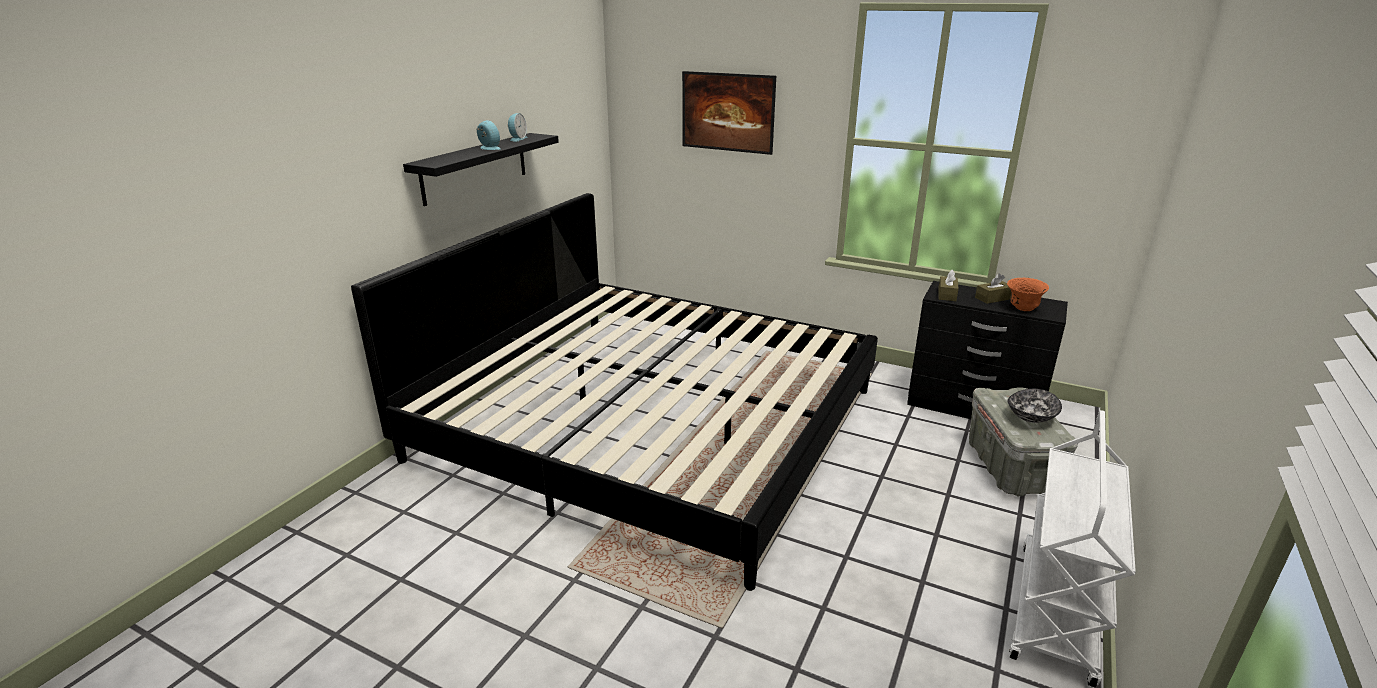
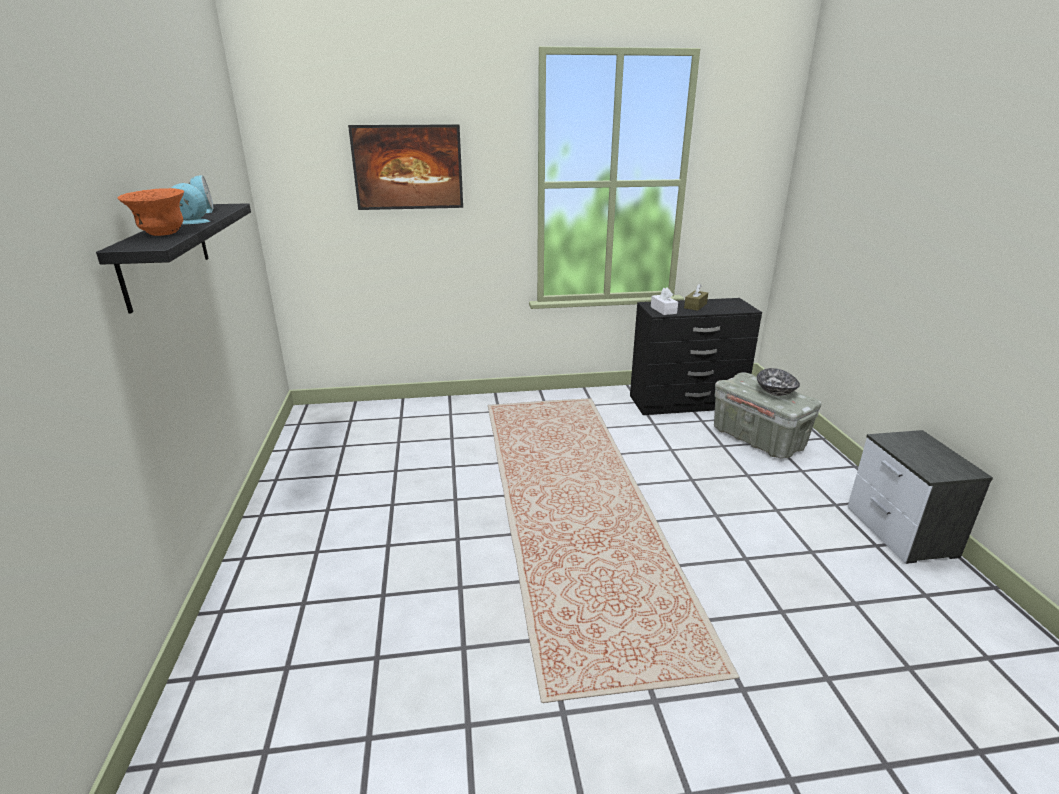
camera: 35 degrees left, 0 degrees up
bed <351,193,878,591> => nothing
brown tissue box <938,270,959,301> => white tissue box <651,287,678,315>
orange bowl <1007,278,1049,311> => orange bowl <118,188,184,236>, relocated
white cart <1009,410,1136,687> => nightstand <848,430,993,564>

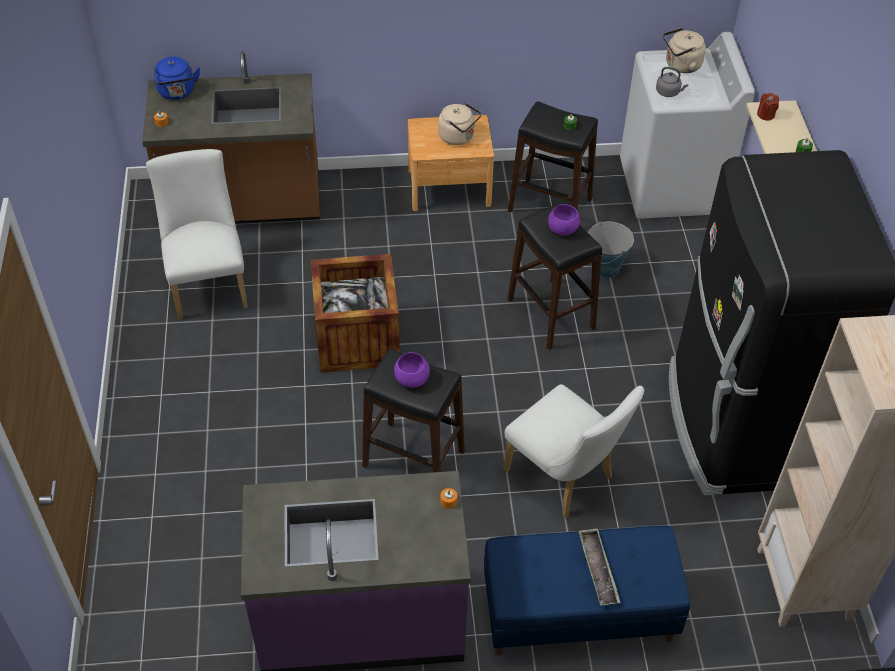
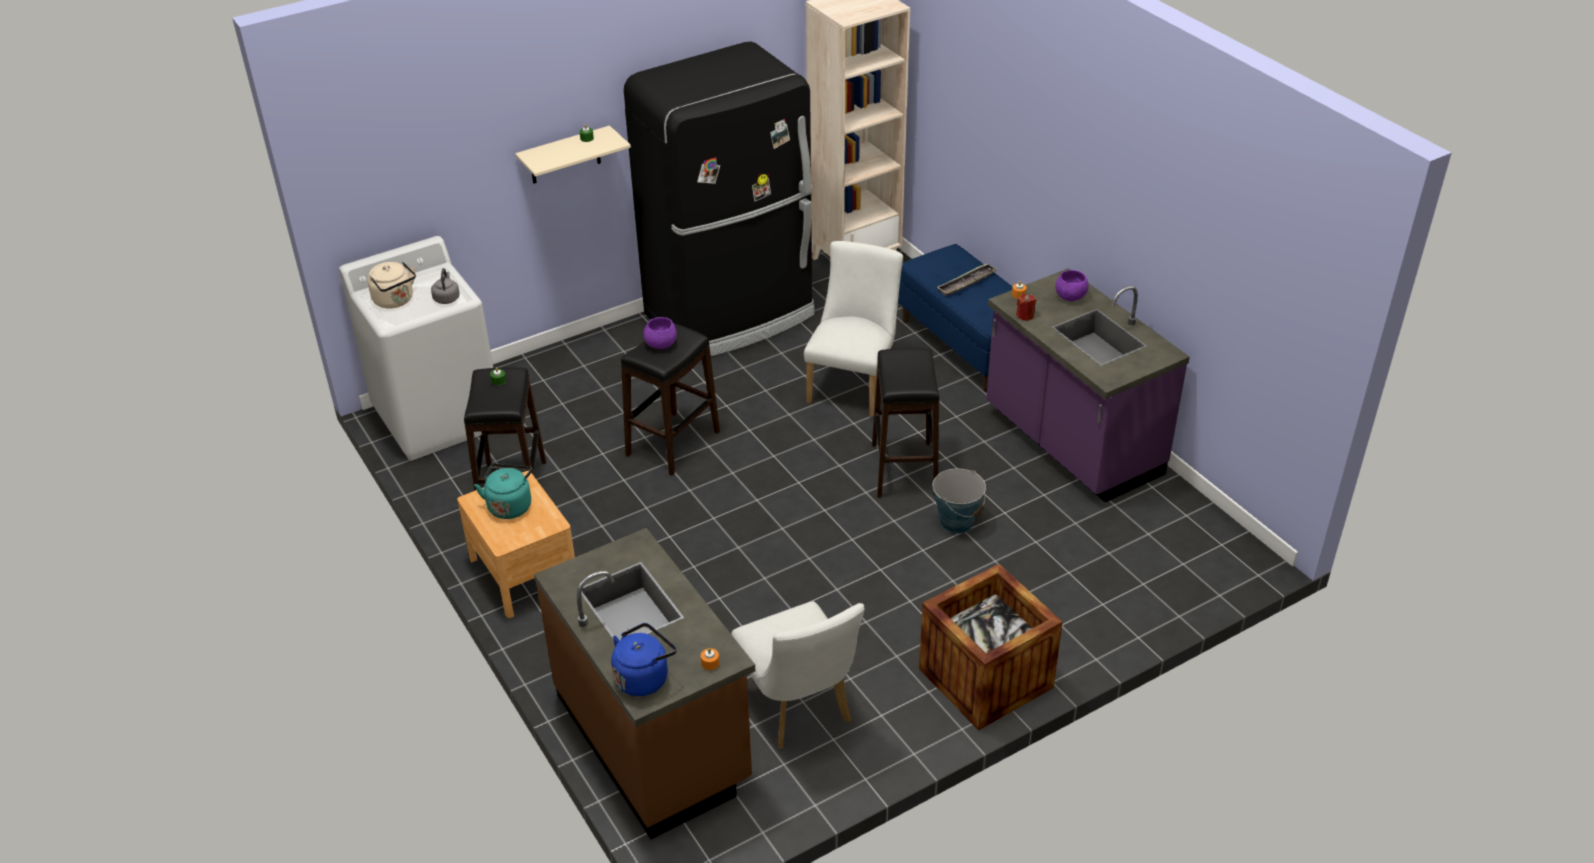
camera: 115 degrees left, 10 degrees down
white chair <146,149,248,319> => white chair <731,601,865,748>, 75 degrees counterclockwise
crate <311,254,400,373> => crate <919,564,1063,731>, relocated
purple bowl <394,352,430,388> => purple bowl <1055,270,1088,301>, relocated
beige kettle <438,103,482,145> => turquoise kettle <474,464,532,519>
bucket <588,221,634,278> => bucket <933,469,986,534>, relocated
red candle <757,93,779,121> => red candle <1016,294,1036,321>, relocated

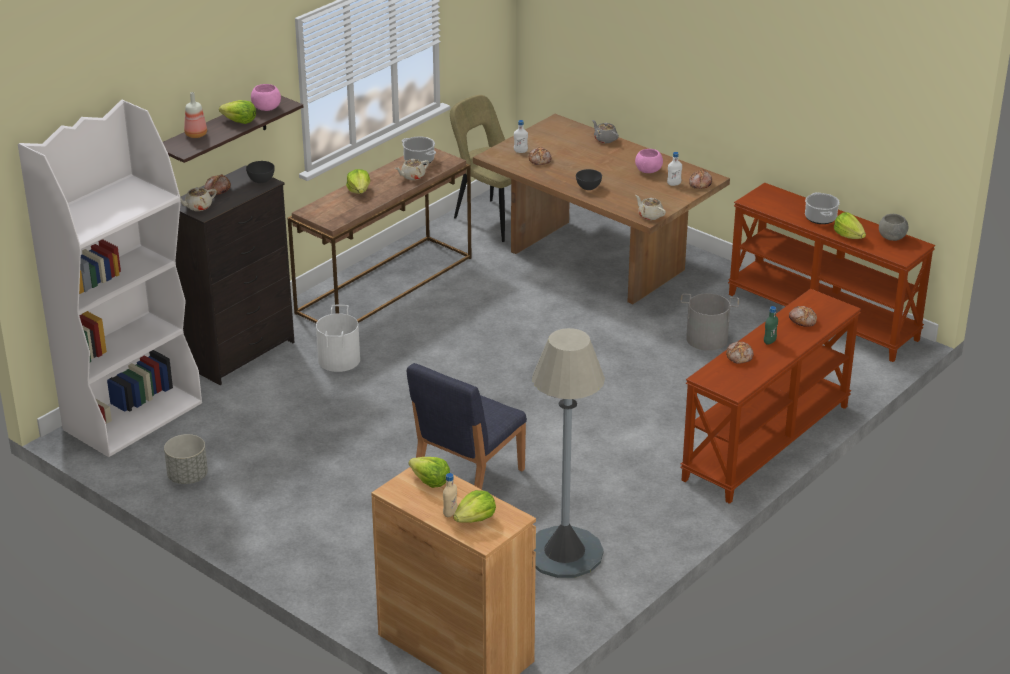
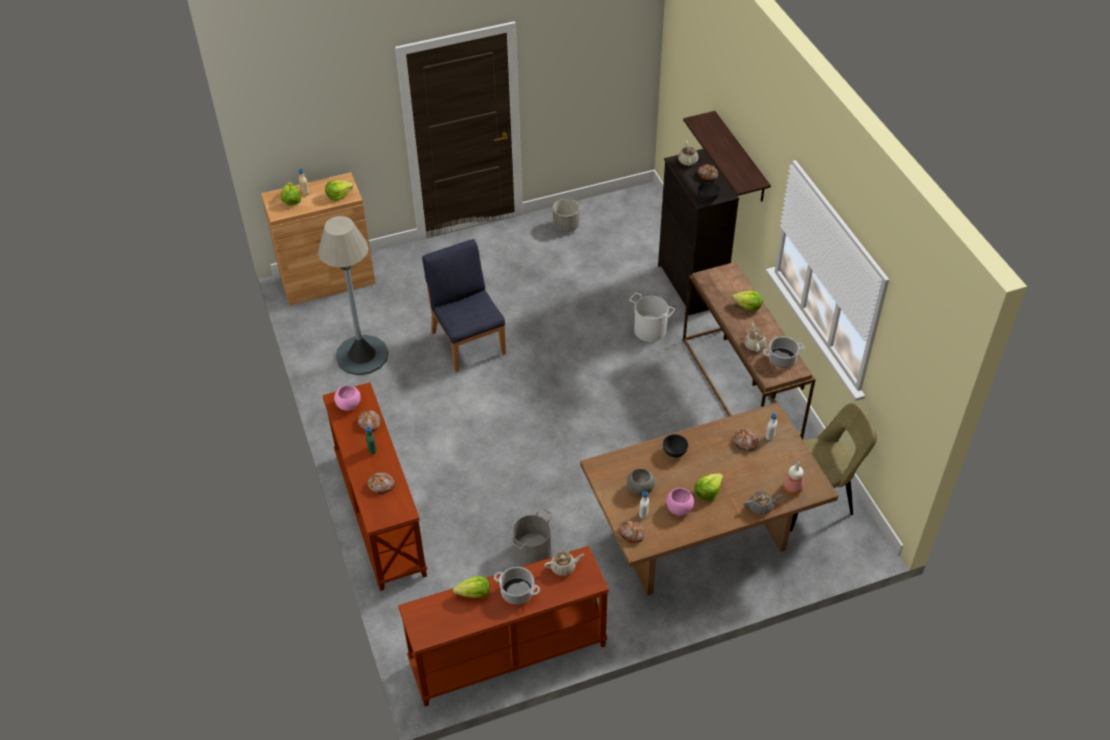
camera: 120 degrees right, 15 degrees up
white bookcase <18,100,202,457> => nothing
bottle <184,92,207,138> => bottle <783,462,804,495>, relocated
lettuce <219,100,256,124> => lettuce <694,473,723,501>, relocated
pink bowl <251,84,281,111> => pink bowl <334,385,361,411>, relocated
beige teapot <635,195,666,220> => beige teapot <544,551,584,576>, relocated
grey bowl <879,214,908,241> => grey bowl <627,468,655,495>, relocated

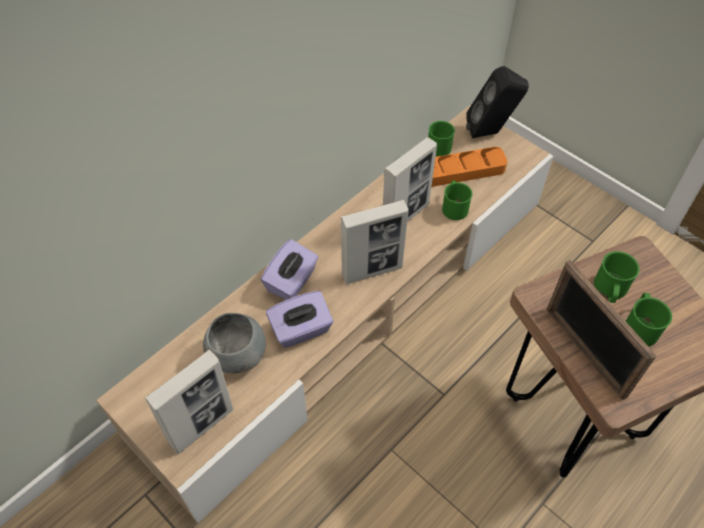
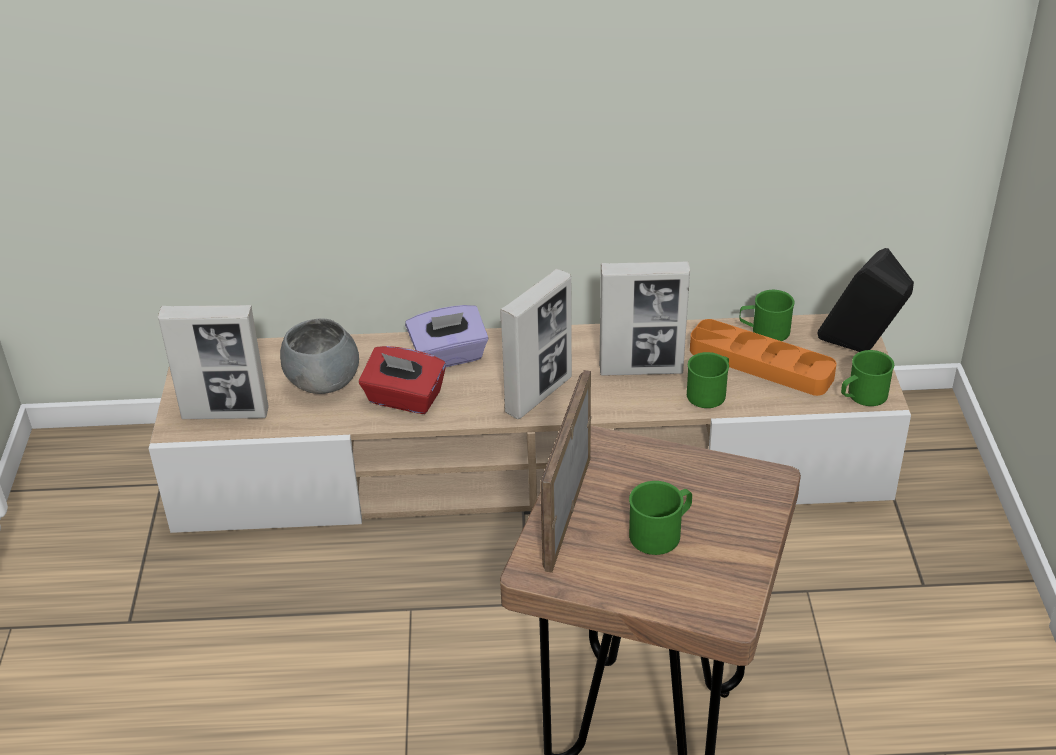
camera: 45 degrees right, 15 degrees down
purple tissue box <266,291,333,348> => red tissue box <359,346,446,414>
picture frame <341,200,409,284> => picture frame <500,269,572,419>, 75 degrees counterclockwise
green mug <594,251,639,303> => green mug <841,350,894,406>, relocated

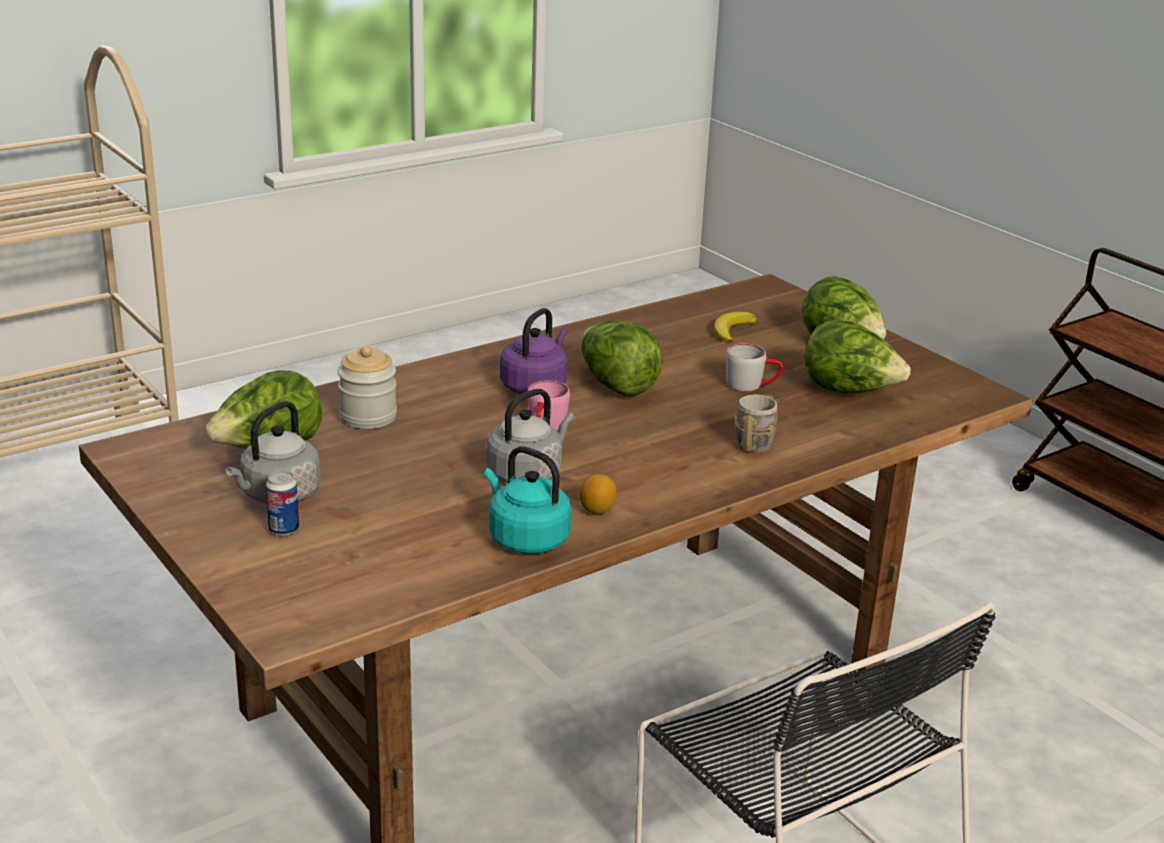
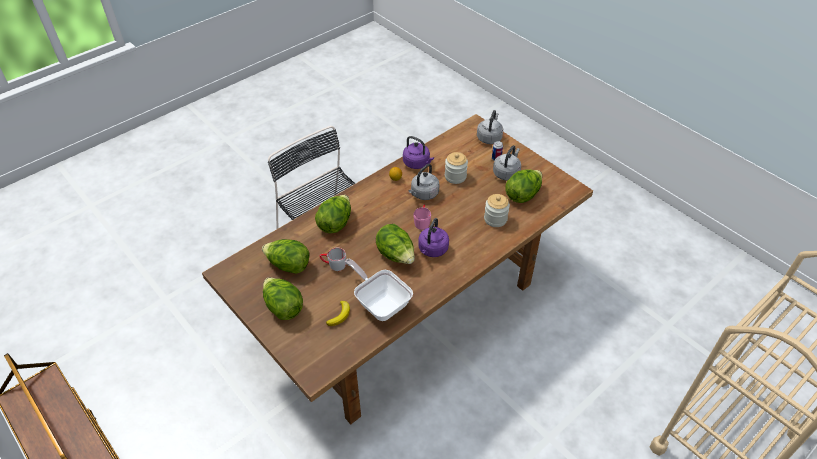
camera: 175 degrees right, 20 degrees up
turquoise kettle <485,446,572,554> => purple kettle <403,136,434,169>
grey mug <734,394,778,453> => lettuce <315,195,351,233>
nothing => frying pan <345,259,413,321>
nothing => jar <445,152,468,184>
nothing => grey kettle <477,110,503,144>

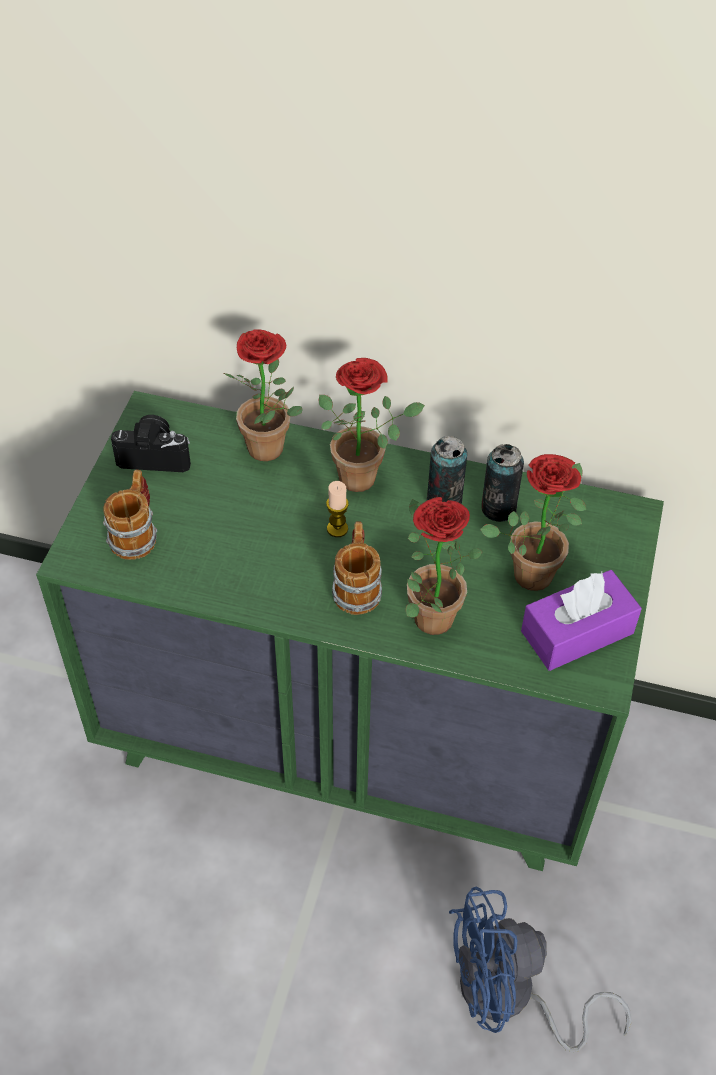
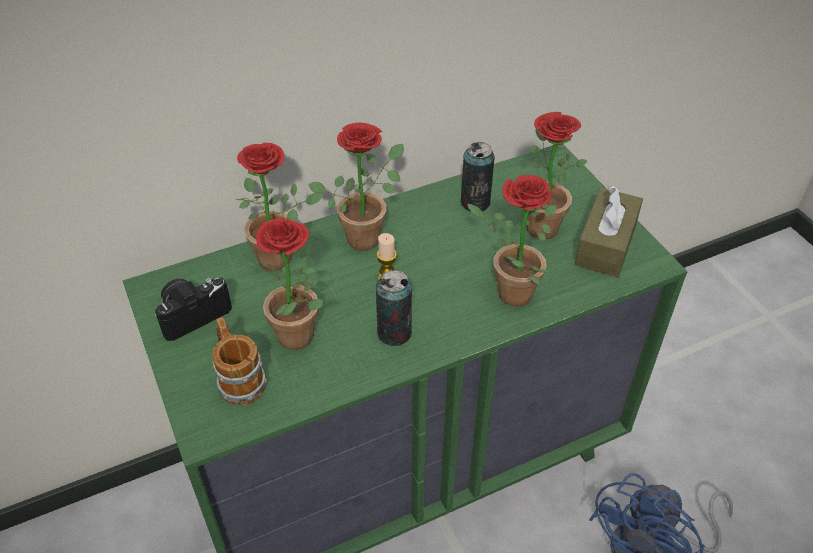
camera: 40 degrees left, 5 degrees down
mug <332,522,382,615> => nothing
can <426,436,467,504> => can <376,270,412,346>, relocated
purple tissue box <521,570,642,671> => brown tissue box <574,186,643,277>
nothing => potted plant <246,218,323,350>

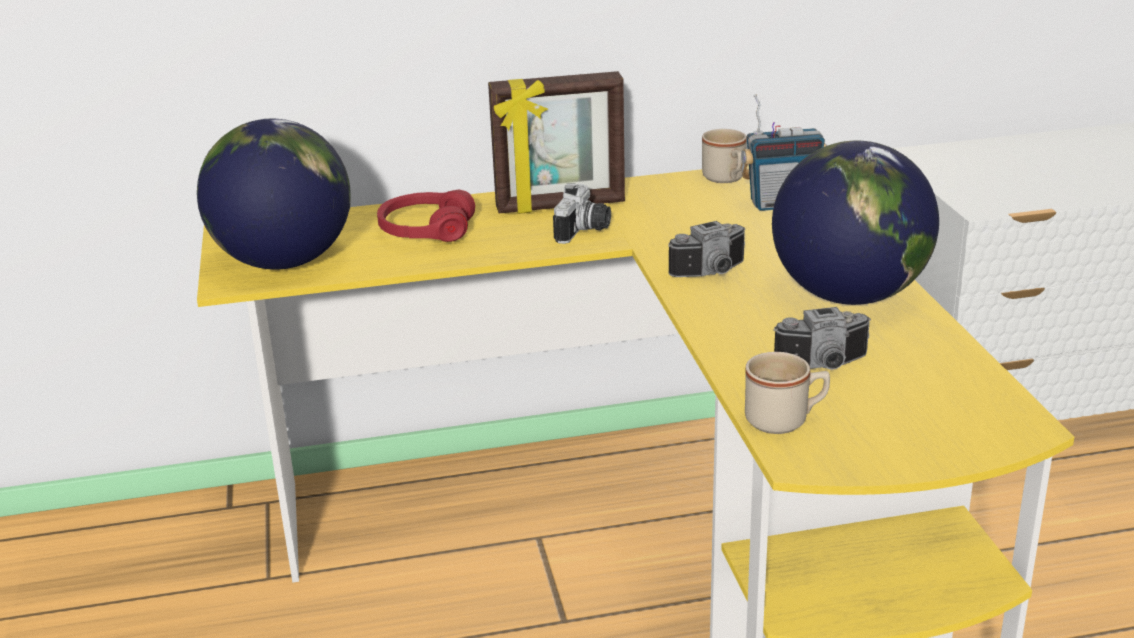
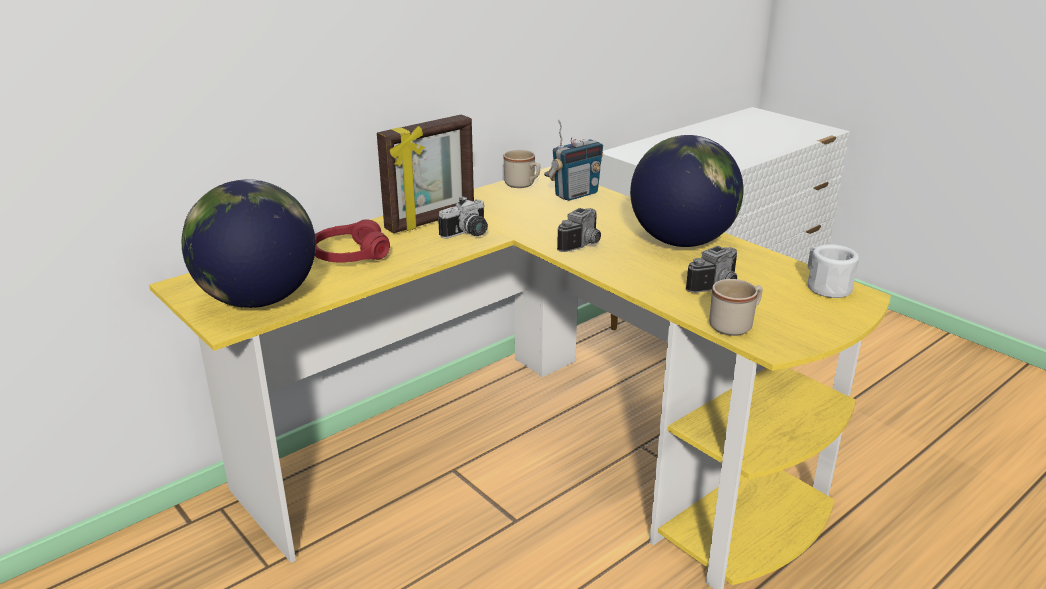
camera: 30 degrees left, 0 degrees up
photo camera <553,184,611,244> => photo camera <438,196,488,239>, 60 degrees clockwise
nothing => white mug <807,244,859,298>

